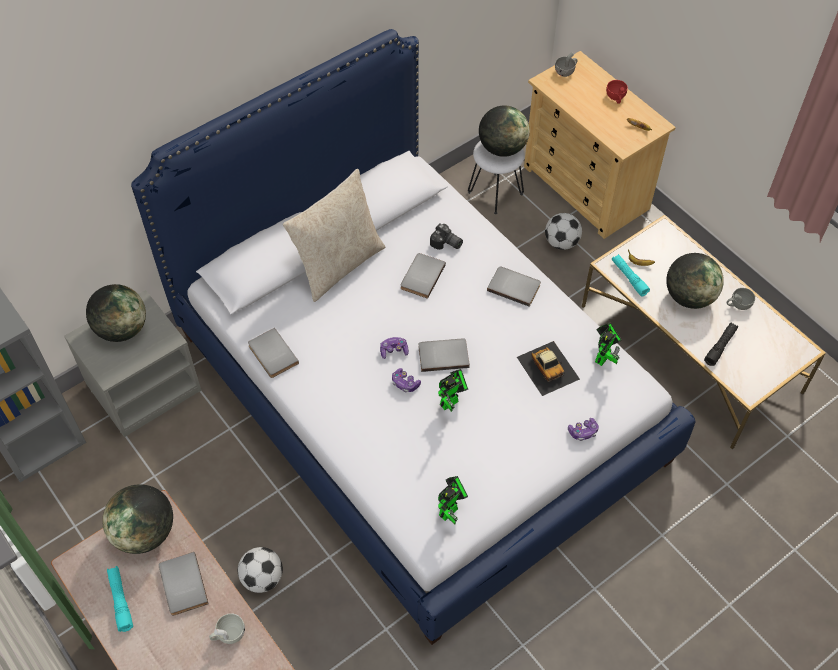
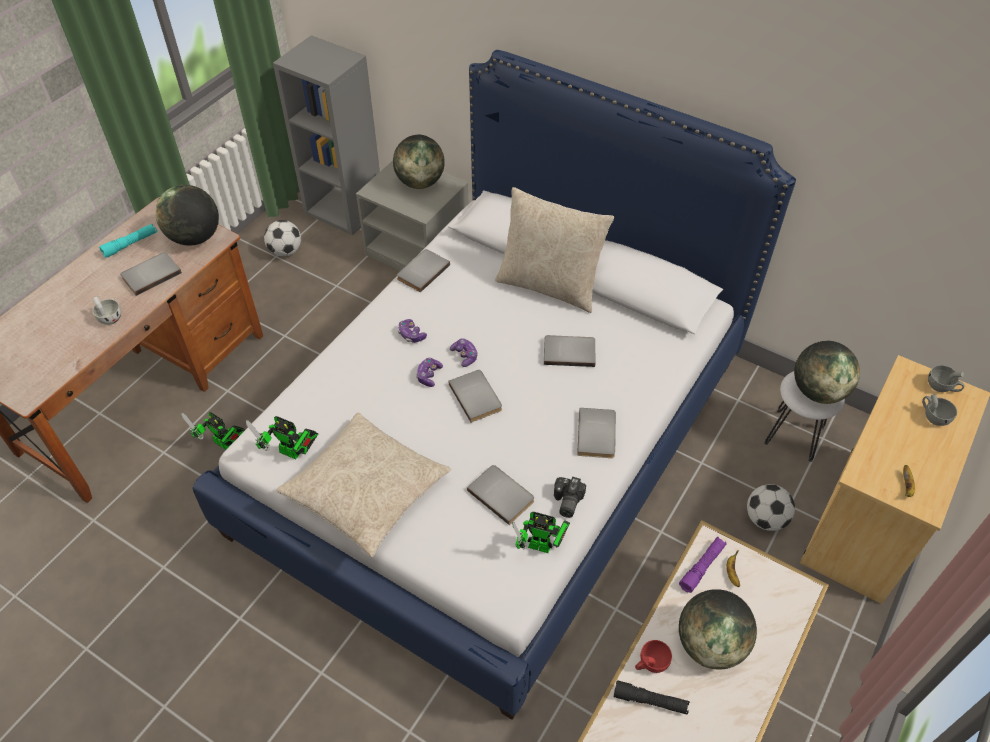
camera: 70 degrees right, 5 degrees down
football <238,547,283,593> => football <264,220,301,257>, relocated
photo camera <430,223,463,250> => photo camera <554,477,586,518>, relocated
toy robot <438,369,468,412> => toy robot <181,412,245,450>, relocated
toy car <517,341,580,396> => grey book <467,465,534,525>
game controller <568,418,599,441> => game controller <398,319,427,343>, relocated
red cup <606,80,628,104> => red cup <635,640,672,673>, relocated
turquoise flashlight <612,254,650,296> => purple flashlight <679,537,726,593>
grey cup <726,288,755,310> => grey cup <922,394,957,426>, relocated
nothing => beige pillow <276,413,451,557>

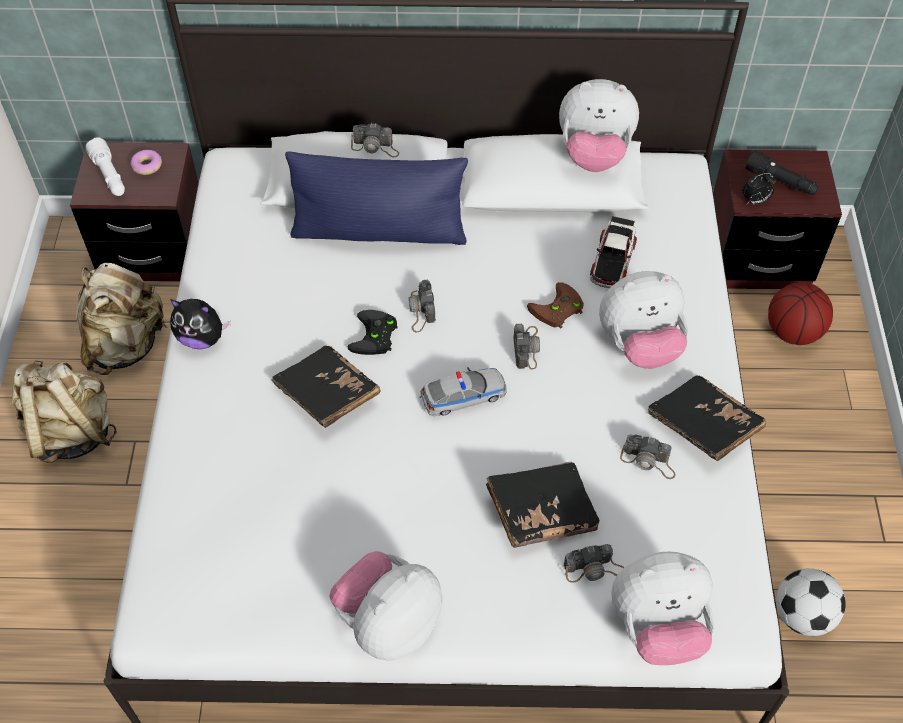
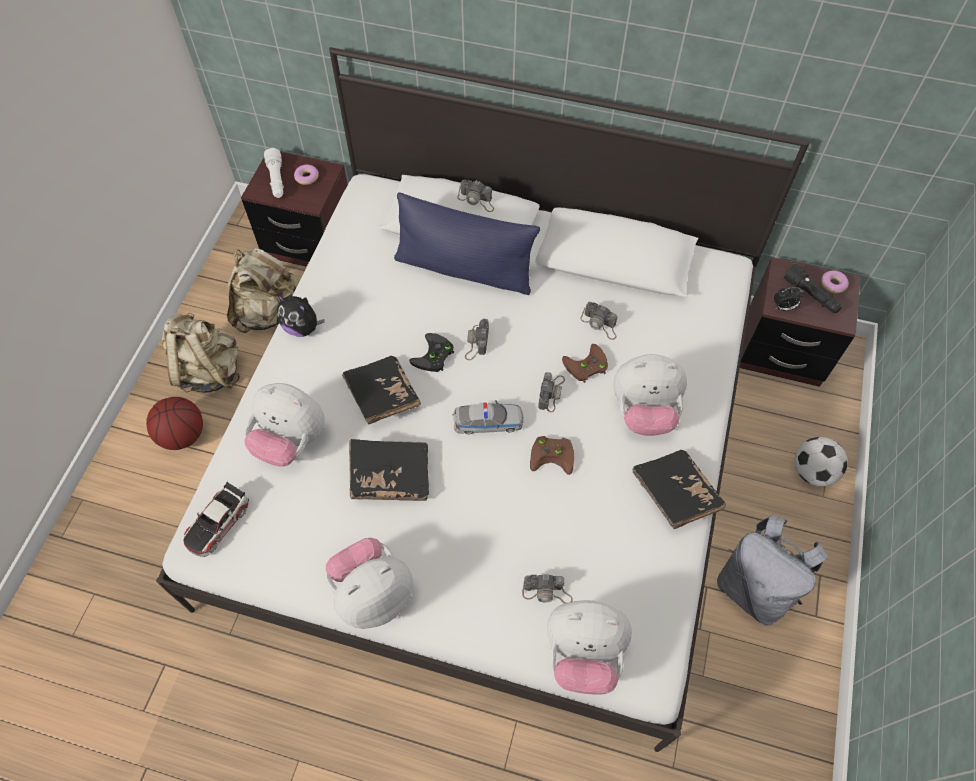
camera: 15 degrees right, 5 degrees up
black book <486,462,599,548> => black book <349,439,429,501>, relocated
plush toy <559,79,639,172> => plush toy <244,383,325,467>, relocated
toy car <590,216,637,288> => toy car <183,481,249,557>, relocated
photo camera <620,434,676,479> => photo camera <580,302,618,340>, relocated
basketball <768,282,833,345> => basketball <146,397,203,450>, relocated
football <776,568,846,636> => football <794,437,848,486>, relocated
nothing => brown game controller <530,436,574,475>
nothing => grey backpack <717,514,828,626>
nothing => donut <821,270,849,293>

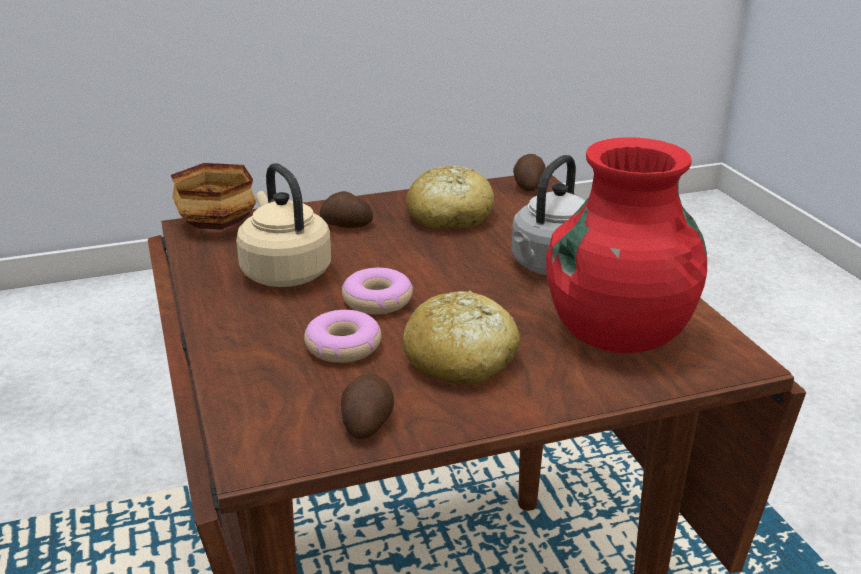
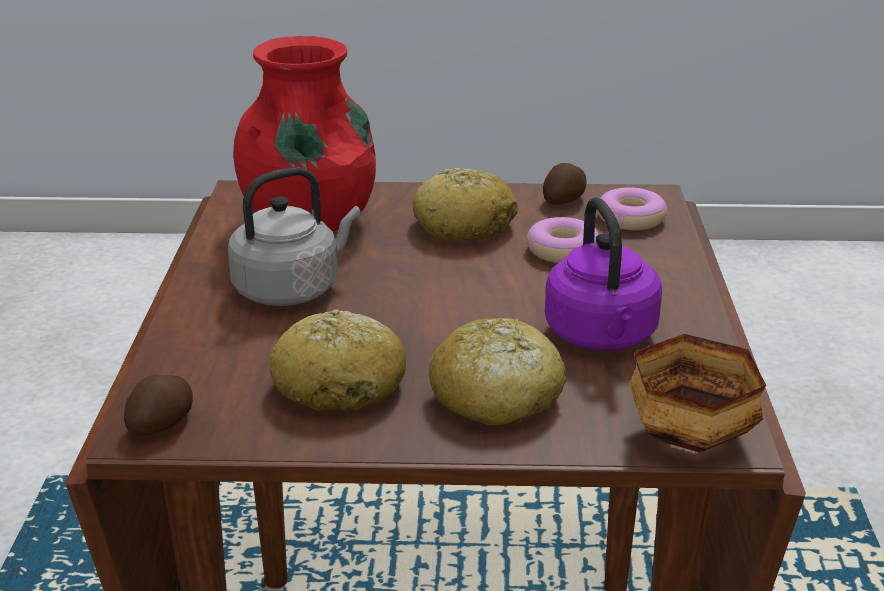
camera: 160 degrees left, 0 degrees up
beige kettle <236,163,331,287> => purple kettle <545,197,662,351>
potato <320,191,373,228> => bread <429,318,567,425>
donut <342,268,414,314> => donut <597,187,667,231>, relocated

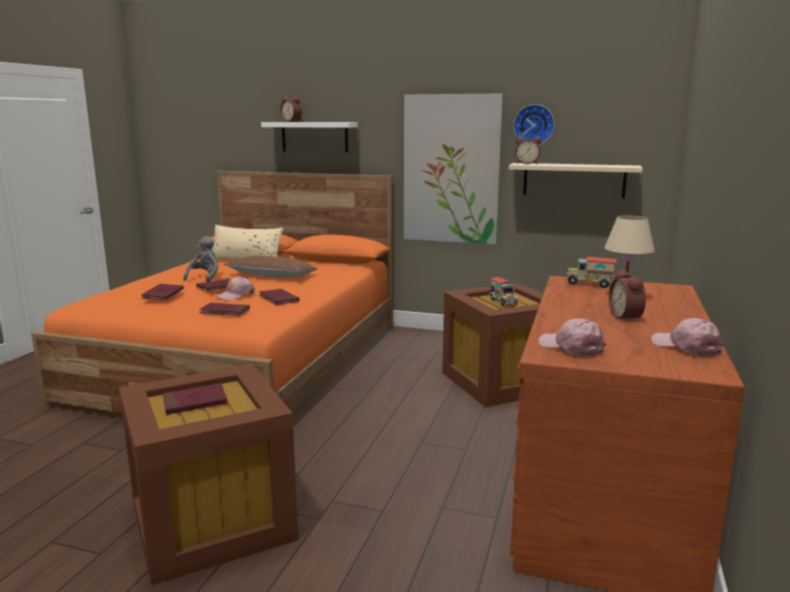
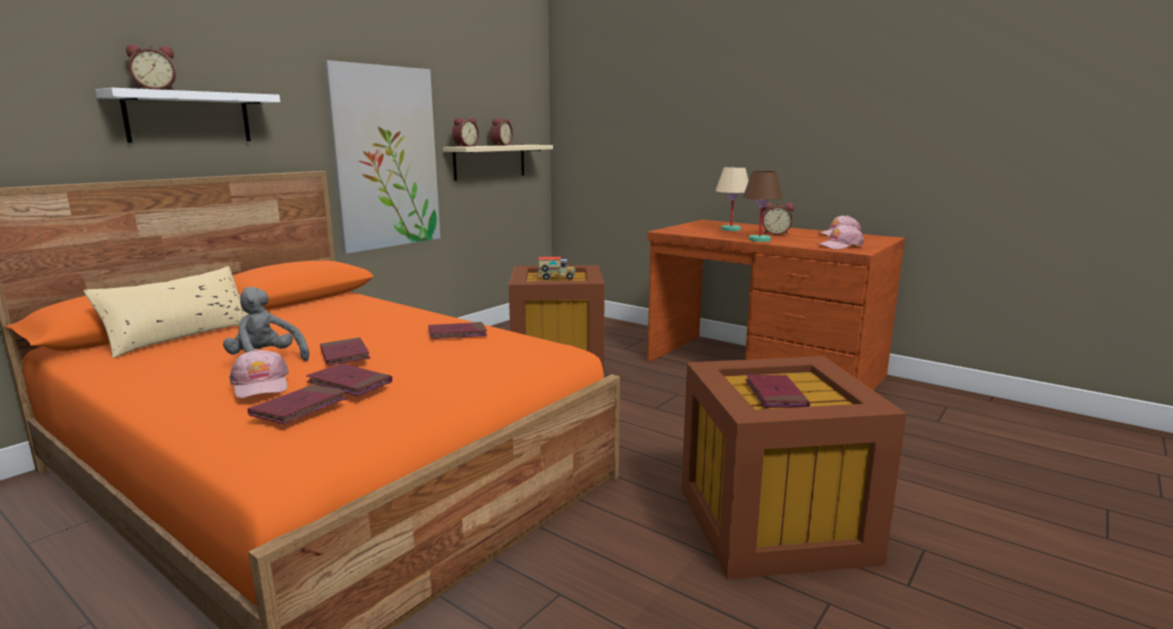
camera: 70 degrees left, 0 degrees up
red book <199,303,250,316> => red book <248,384,347,424>, relocated
pink cap <215,276,255,300> => pink cap <229,349,289,399>, relocated
brown pillow <224,256,317,278> => nothing
wall clock <514,104,554,145> => nothing
toy truck <567,257,617,288> => nothing
nothing => alarm clock <490,118,513,145>
nothing => brown table lamp <743,171,783,242>

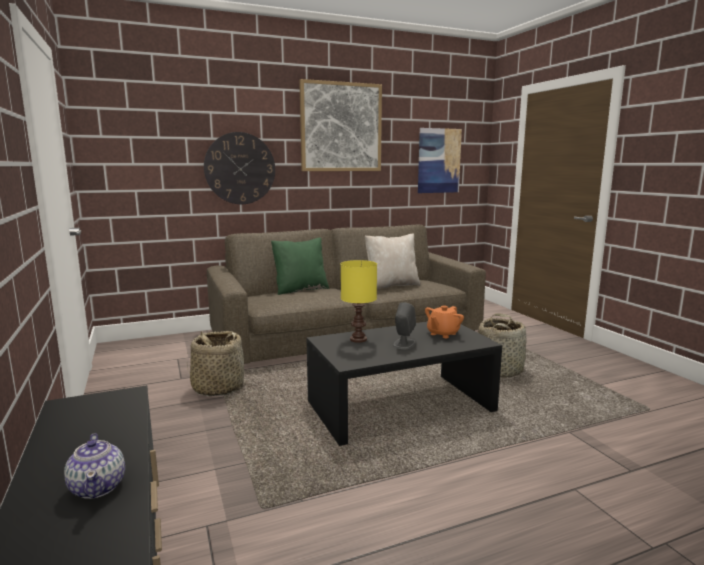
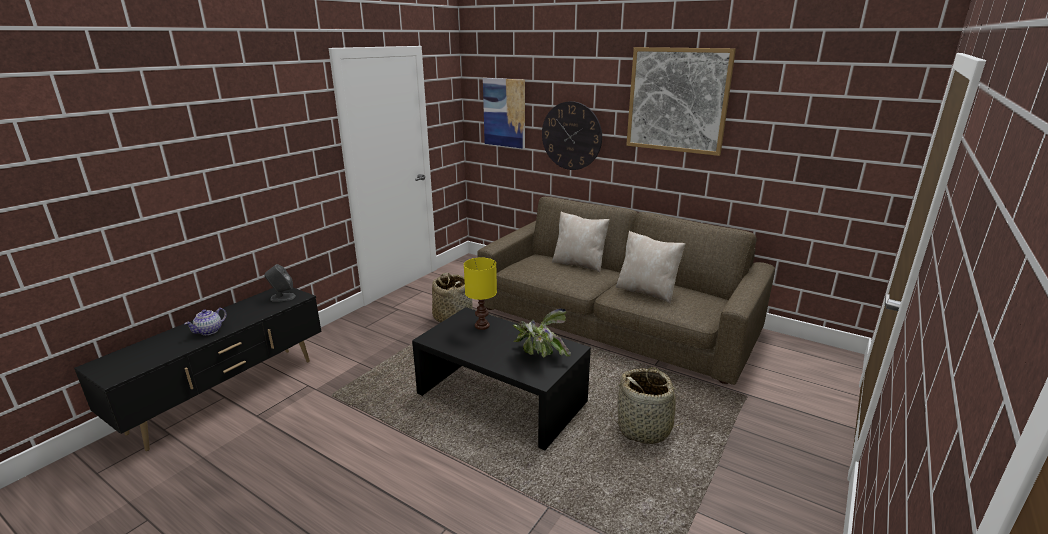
camera: 55 degrees right, 10 degrees up
green pillow <271,237,329,295> => beige pillow <552,212,610,272>
grey speaker <393,302,416,349> => grey speaker <264,264,296,302>, relocated
picture <418,128,462,193> => picture <483,78,525,149>, relocated
orange teapot <425,306,464,338> => potted plant <513,308,571,357>

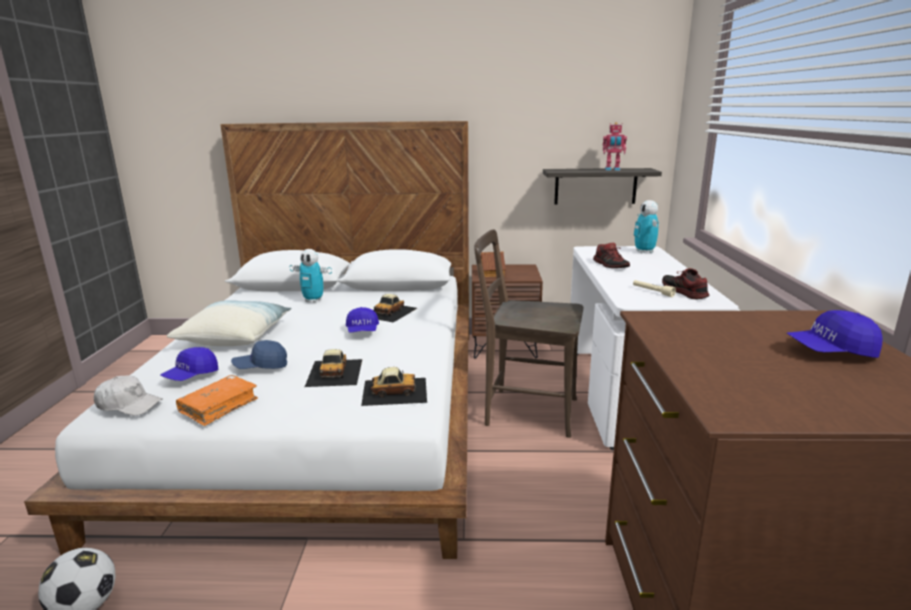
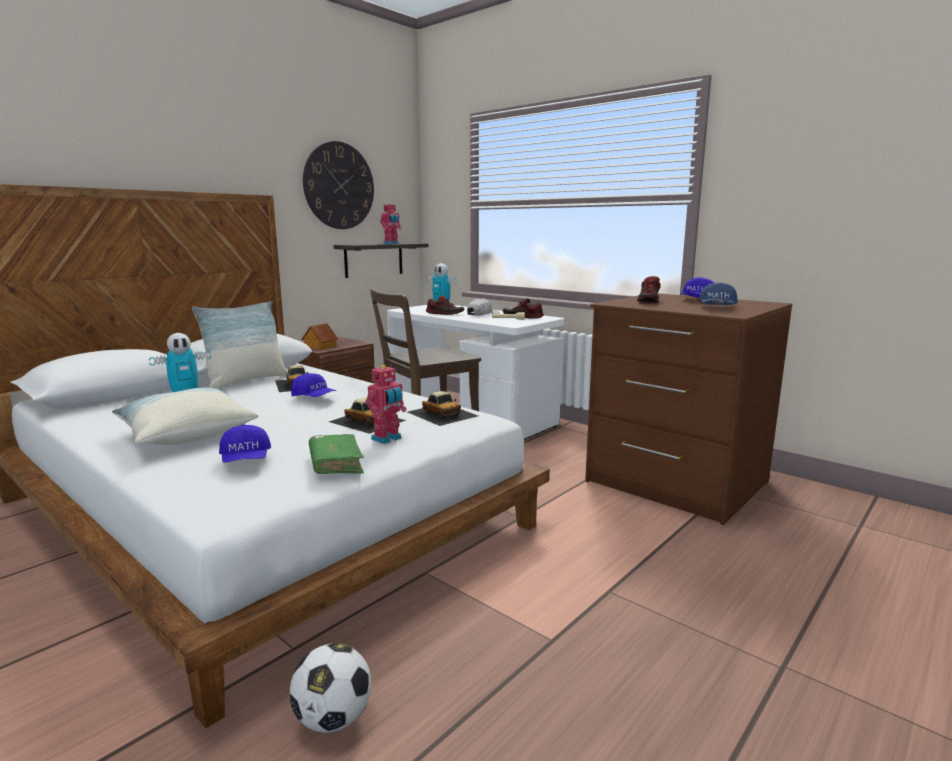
camera: 50 degrees left, 5 degrees down
white cap <94,375,162,416> => white cap <467,298,500,316>, relocated
orange book <176,375,258,426> => green book <309,434,364,474>
blue cap <231,340,287,369> => blue cap <699,282,738,306>, relocated
toy car <361,367,427,406> => toy car <408,391,478,426>, 105 degrees clockwise
nothing => pillow <192,301,288,389>
nothing => wall clock <303,141,374,229>
nothing => toy robot <366,365,406,444>
nothing => shoe <637,276,660,303>

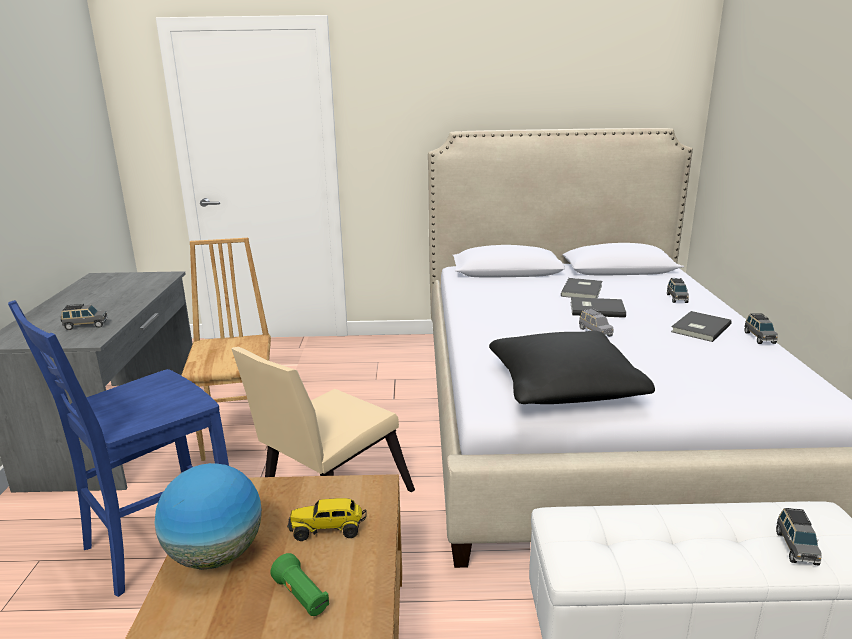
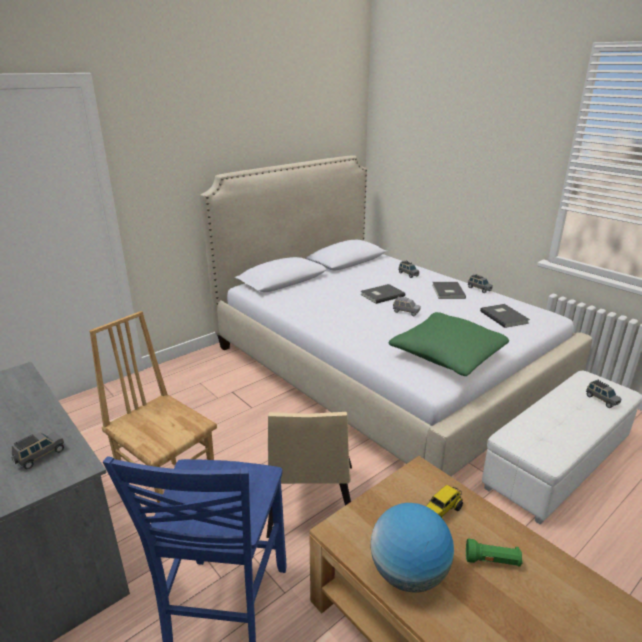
camera: 40 degrees left, 5 degrees up
black pillow <489,331,655,404> => green pillow <389,312,509,376>
grey book <561,278,602,298> => grey book <480,304,530,328>, relocated

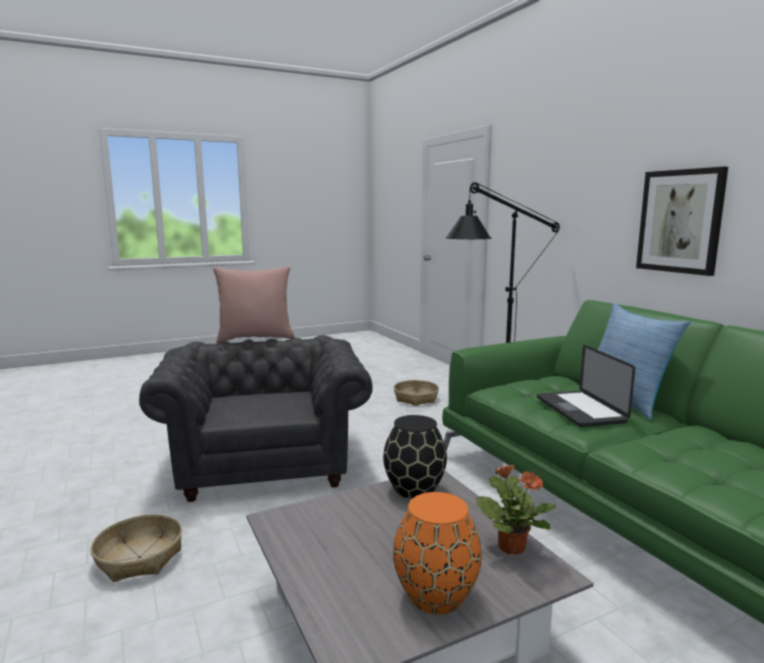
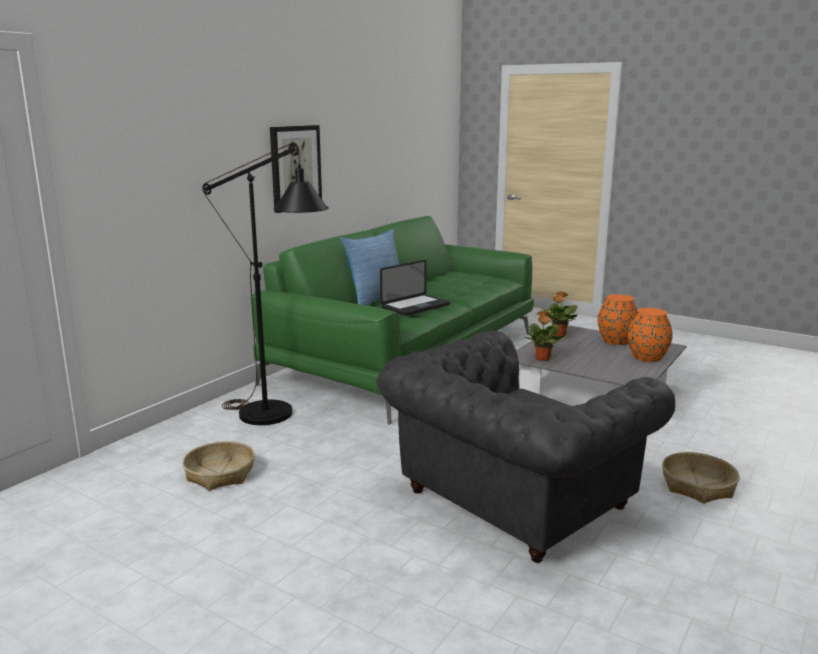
camera: 120 degrees left, 5 degrees up
pink pillow <213,267,295,343> => nothing
black vase <383,415,447,499> => potted plant <524,311,565,361>
nothing => orange vase <627,308,673,362>

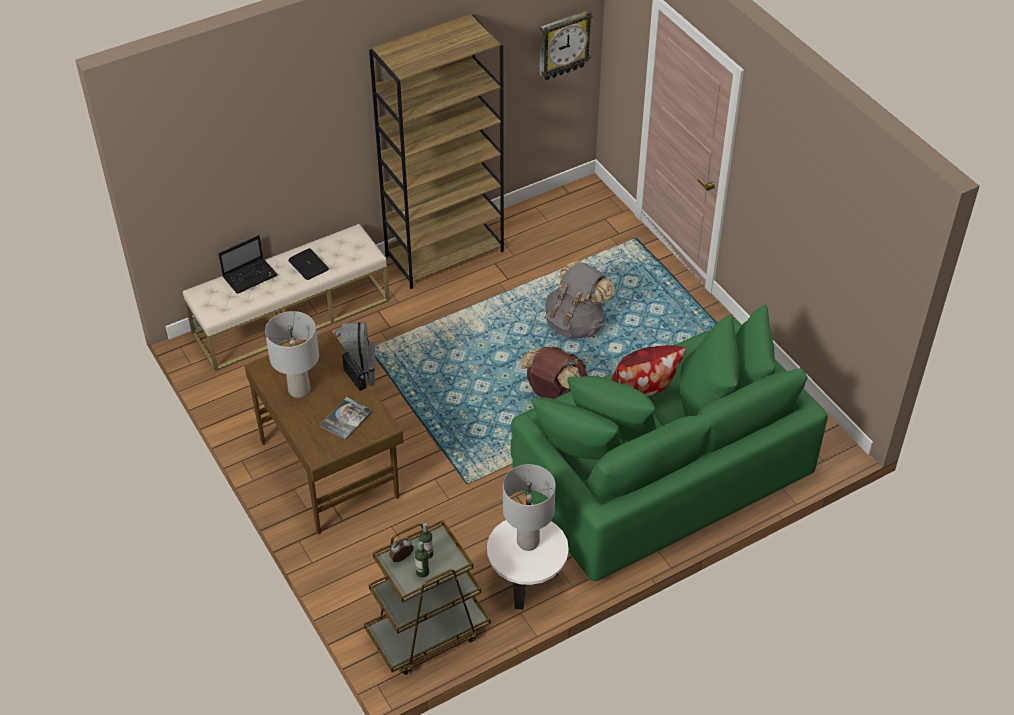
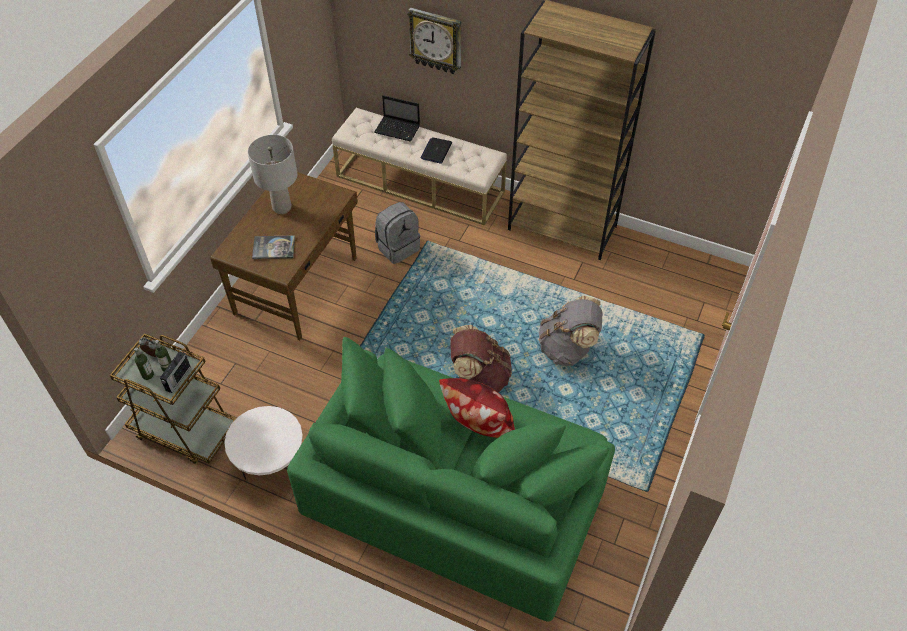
camera: 55 degrees right, 5 degrees up
radio <342,352,366,391> => radio <160,351,191,393>, relocated
grey table lamp <503,464,556,551> => nothing
wall clock <539,10,593,80> => wall clock <407,7,461,74>, relocated

